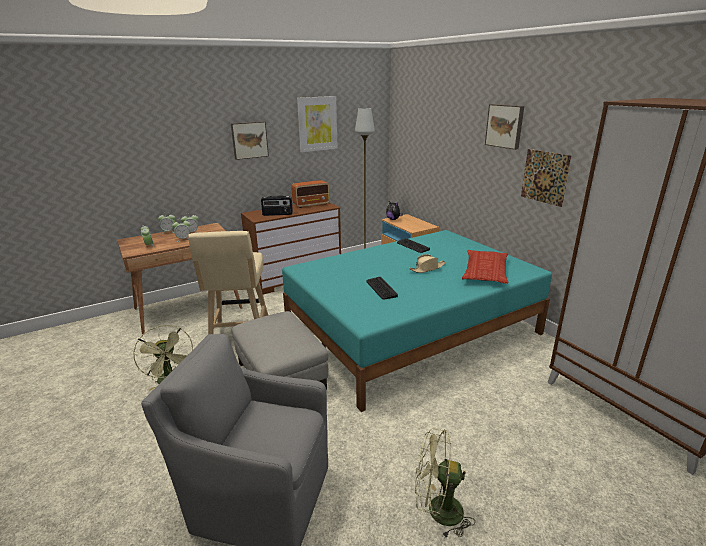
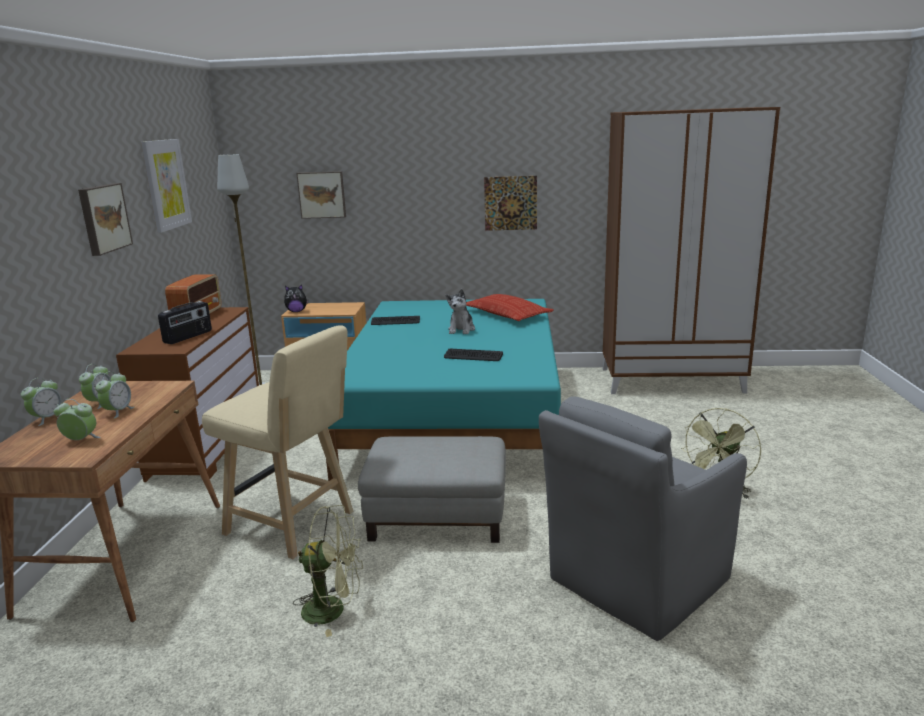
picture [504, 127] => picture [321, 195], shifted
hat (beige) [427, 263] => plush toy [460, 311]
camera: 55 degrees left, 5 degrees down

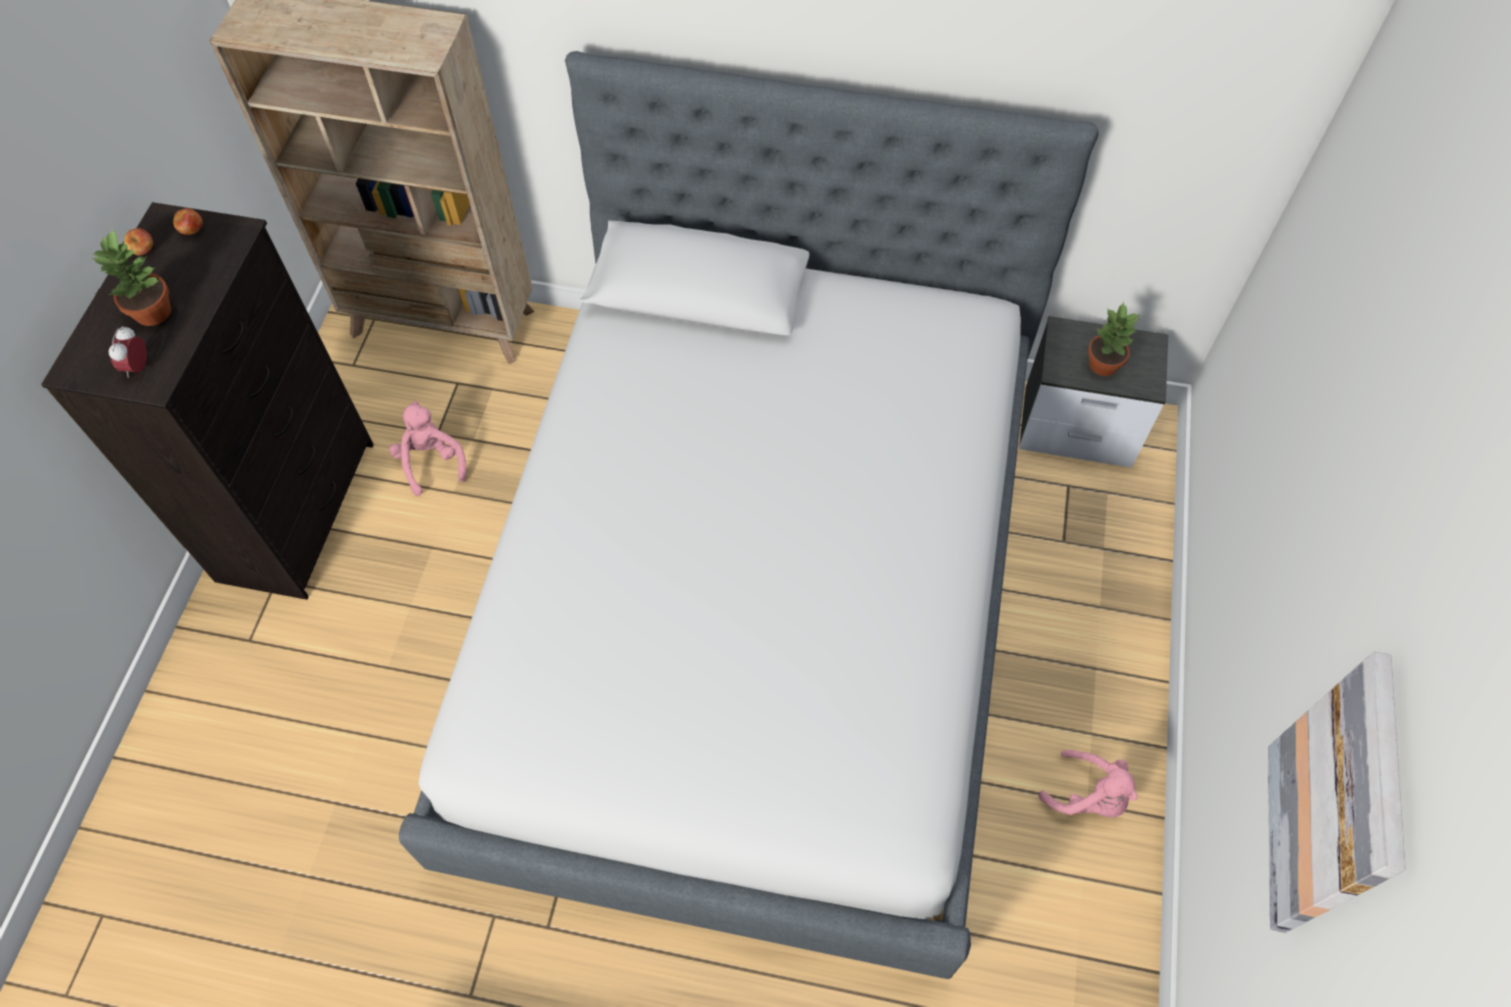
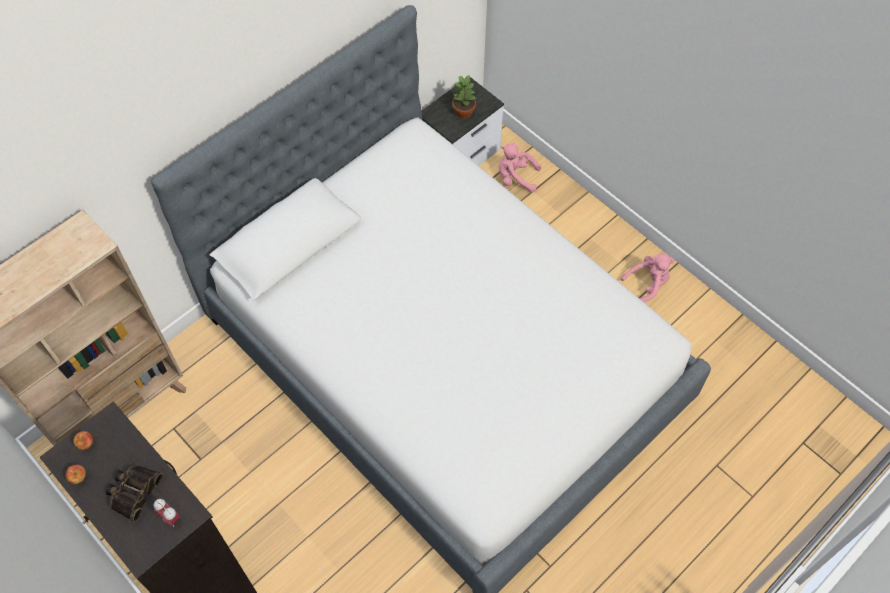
potted plant [131, 277] => binoculars [134, 493]
plush toy (pink) [427, 448] => plush toy (pink) [520, 167], shifted
picture [1336, 792] => nothing
camera: 55 degrees left, 0 degrees up

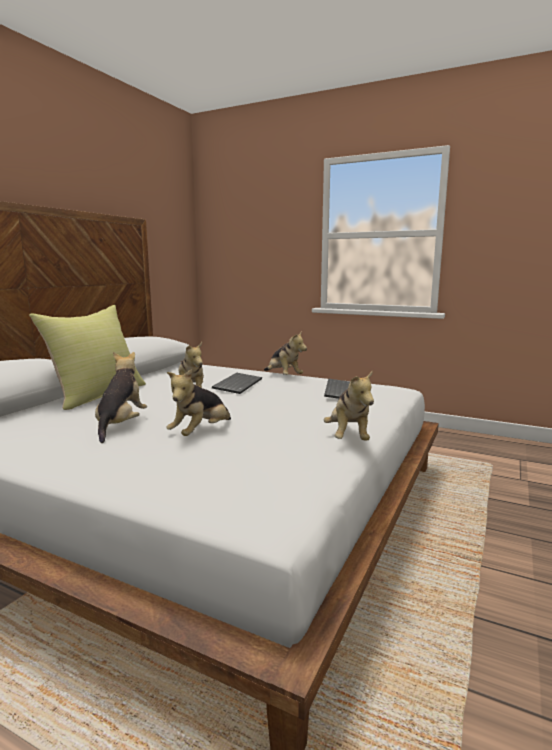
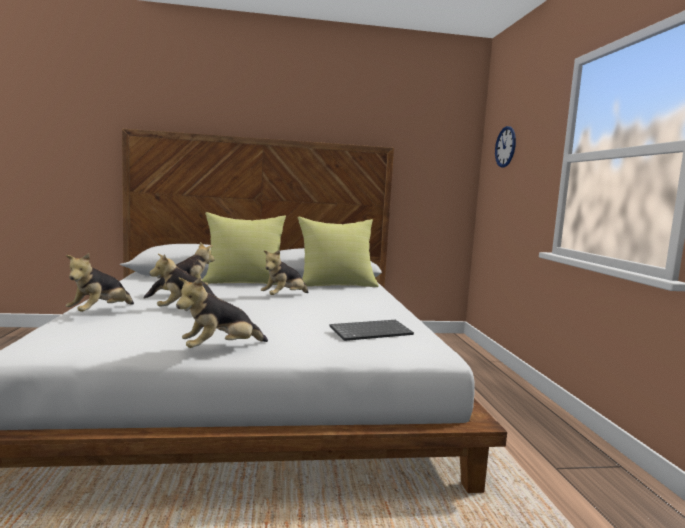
plush toy [285, 353] => plush toy [100, 282], shifted
nothing => pillow (yellow) [338, 252]
nothing => wall clock [505, 147]
keyboard [237, 383] => nothing
camera: 55 degrees right, 5 degrees down

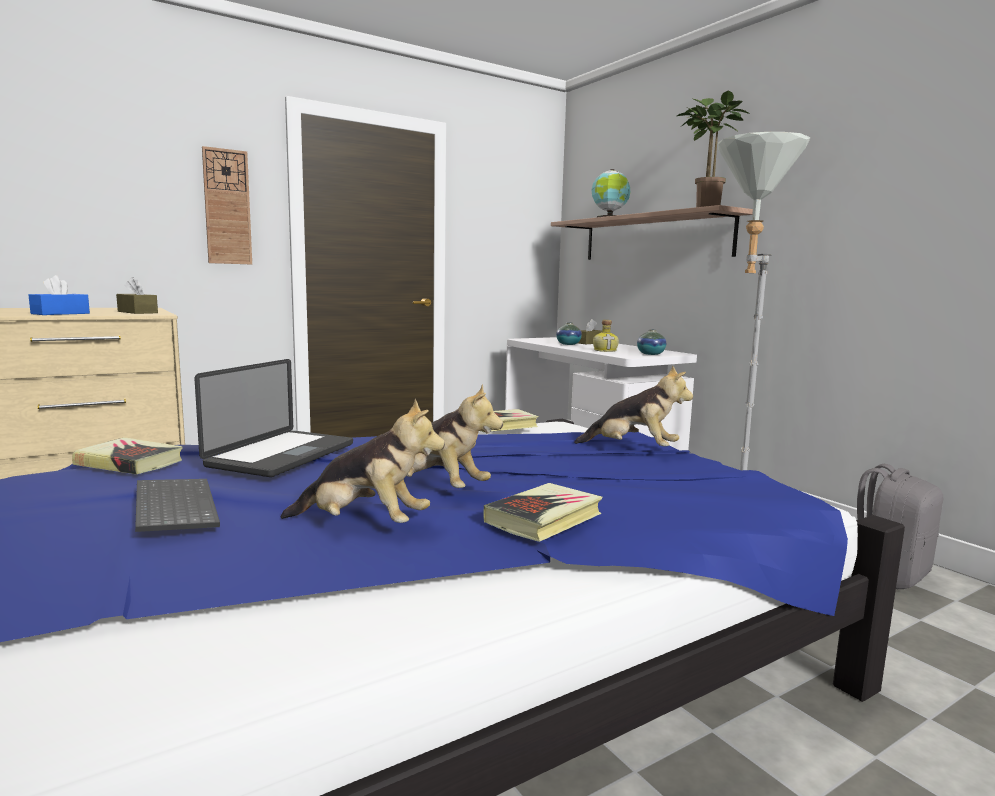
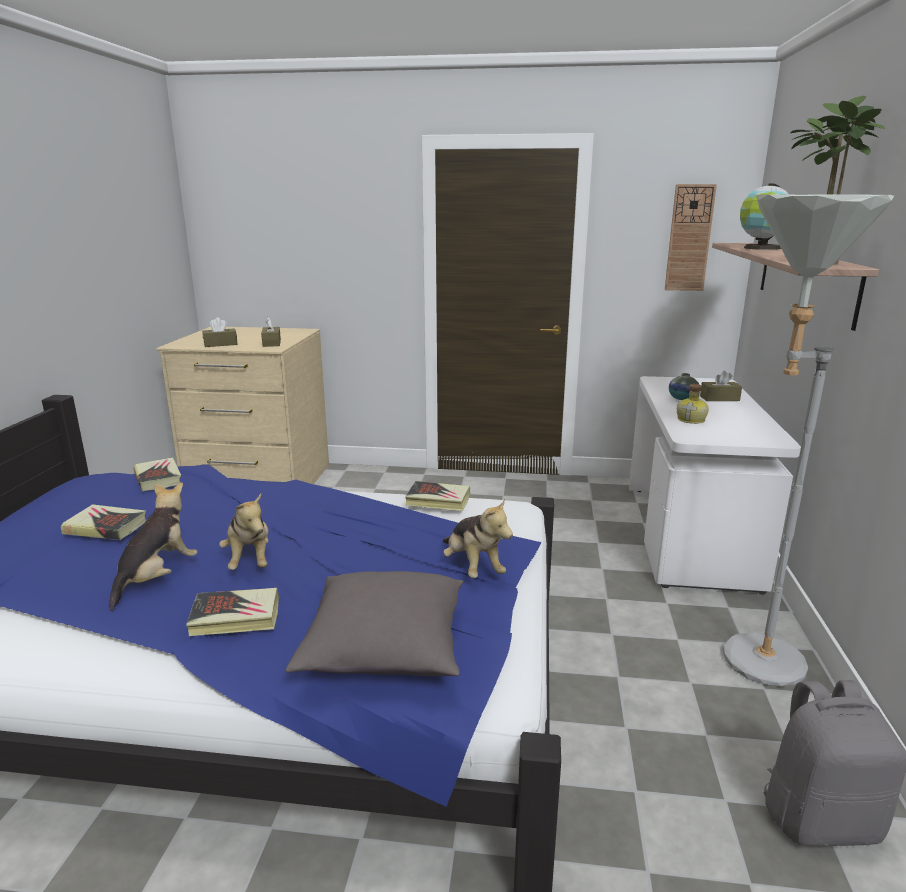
keyboard [177, 505] => book [103, 522]
plush toy [362, 461] => plush toy [153, 547], 120 degrees counterclockwise
tissue box (blue) [59, 295] => tissue box (brown) [220, 332]
nothing => pillow (grey) [374, 623]
wall clock [227, 205] => wall clock [691, 237], shifted
laptop [273, 418] => nothing
vase [651, 342] => nothing
camera: 40 degrees right, 10 degrees up

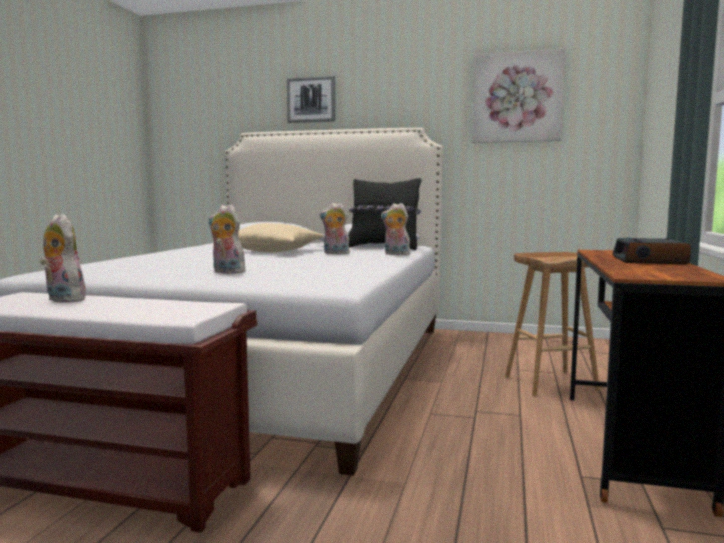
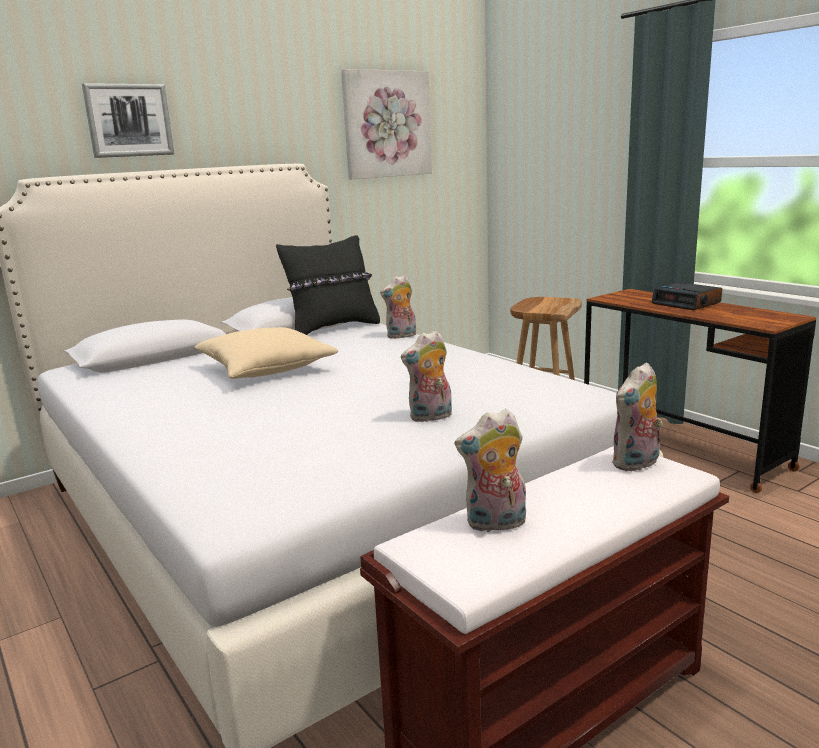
plush toy [334, 228] => plush toy [637, 417], shifted
camera: 50 degrees left, 10 degrees up

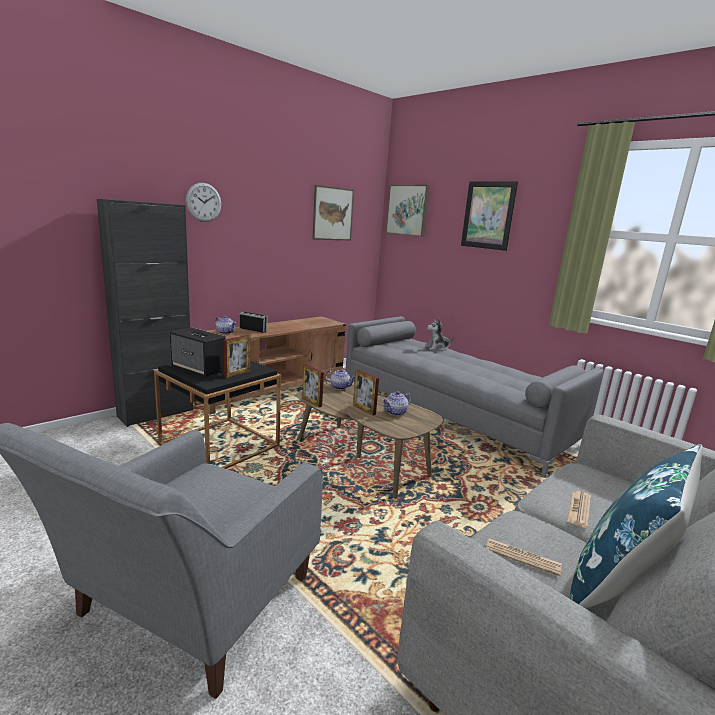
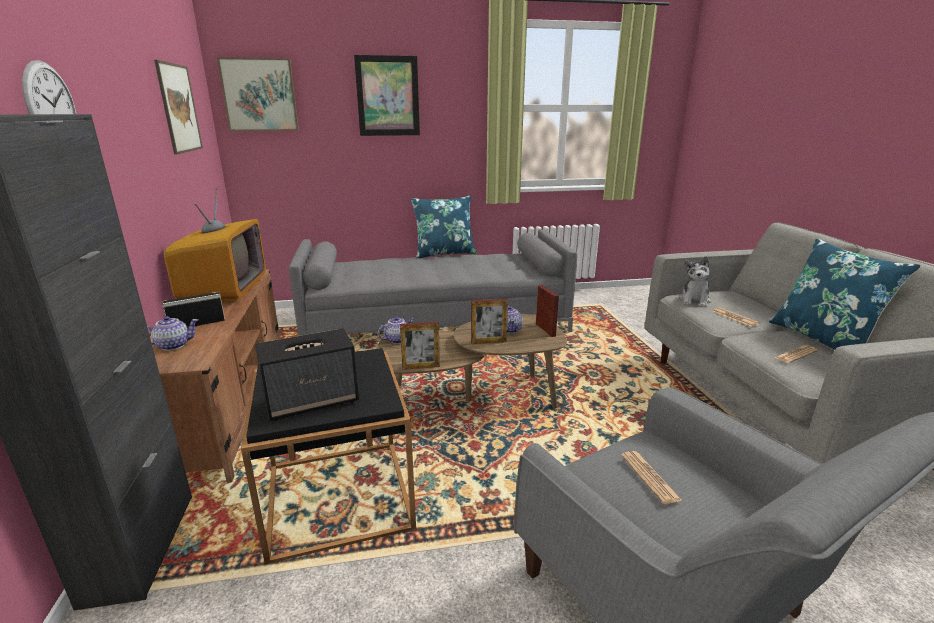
nothing => television [215, 245]
nothing => pillow (blue) [444, 226]
picture frame [237, 356] => picture frame [547, 311], shifted
nothing => newspaper [652, 477]
plush toy [439, 335] => plush toy [695, 281], shifted
camera: 55 degrees left, 5 degrees up

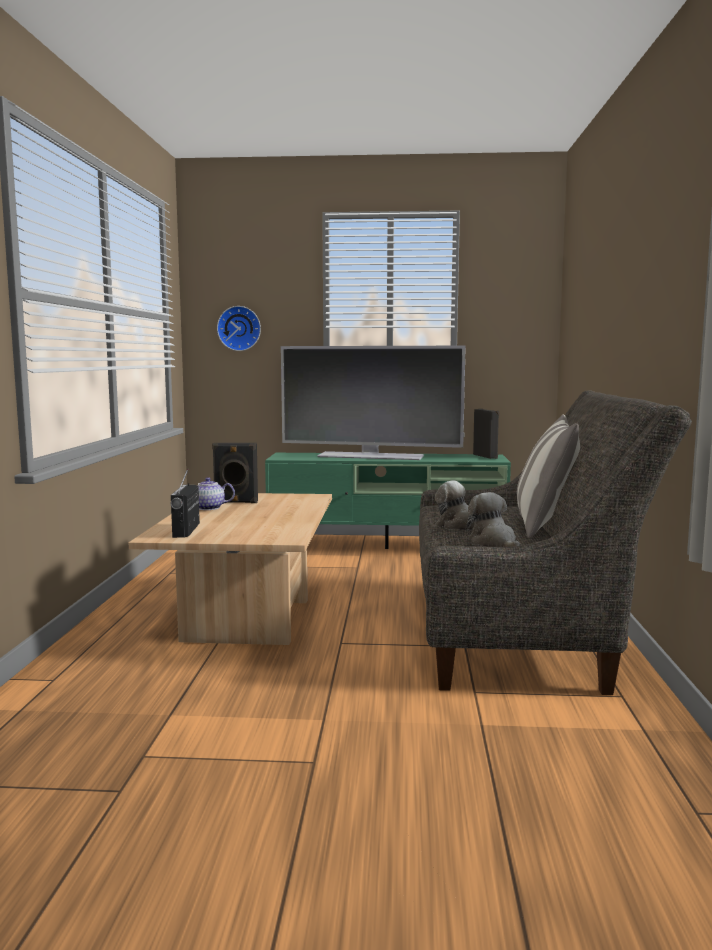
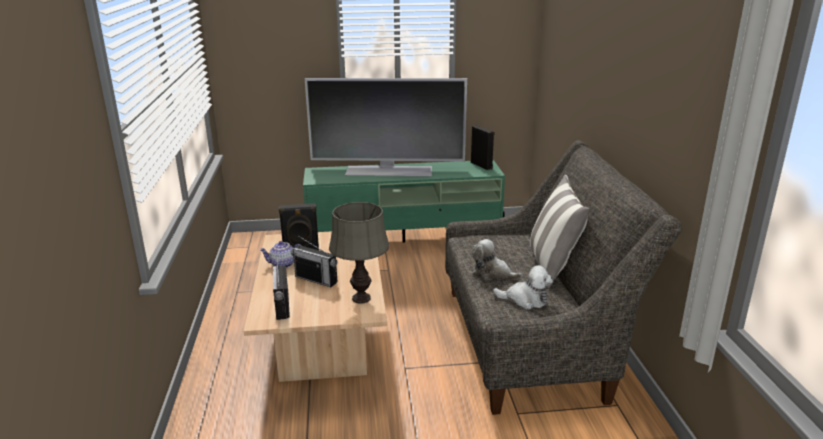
nothing => radio [314, 261]
nothing => table lamp (grey) [359, 253]
plush toy [493, 519] => plush toy [523, 287], 135 degrees clockwise
wall clock [239, 328] => nothing
camera: 10 degrees left, 15 degrees up

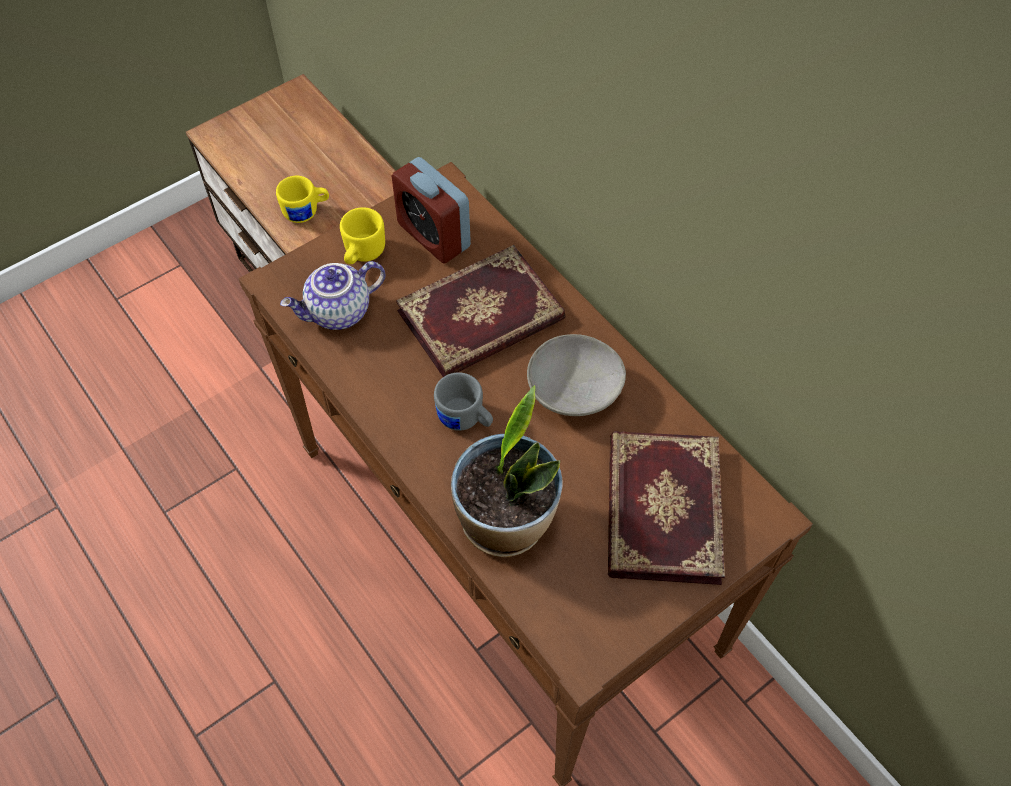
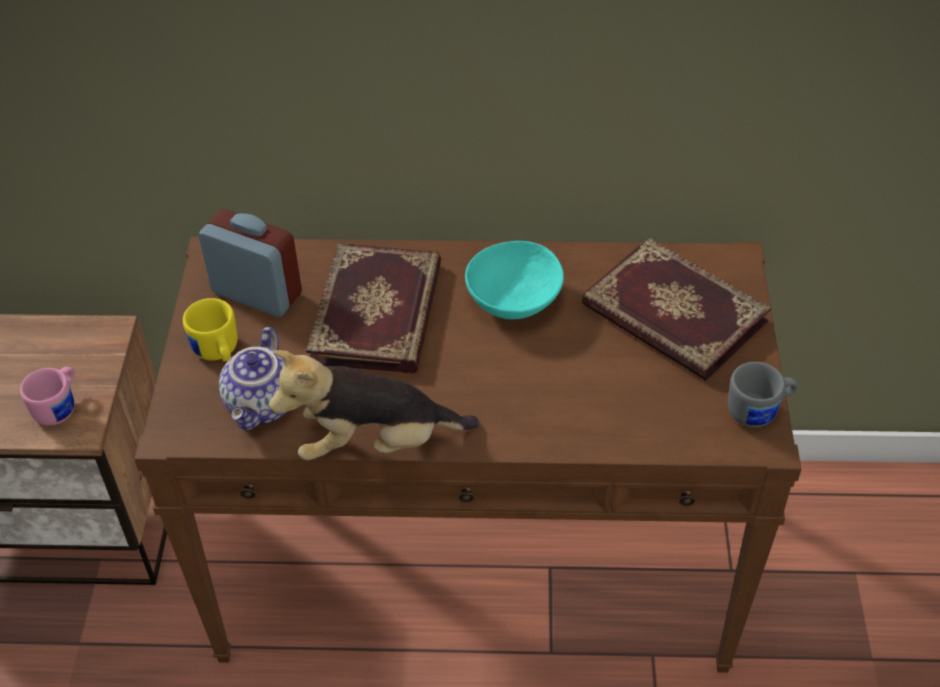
mug (yellow) [302, 199] => mug (pink) [47, 396]
alarm clock [431, 210] => alarm clock [250, 263], 150 degrees counterclockwise
nothing => plush toy [374, 405]
bowl (grey) [576, 375] => bowl (turquoise) [514, 280]
mug (grey) [463, 402] => mug (grey) [763, 394], shifted
potted plant [507, 471] => nothing
camera: 50 degrees left, 10 degrees down

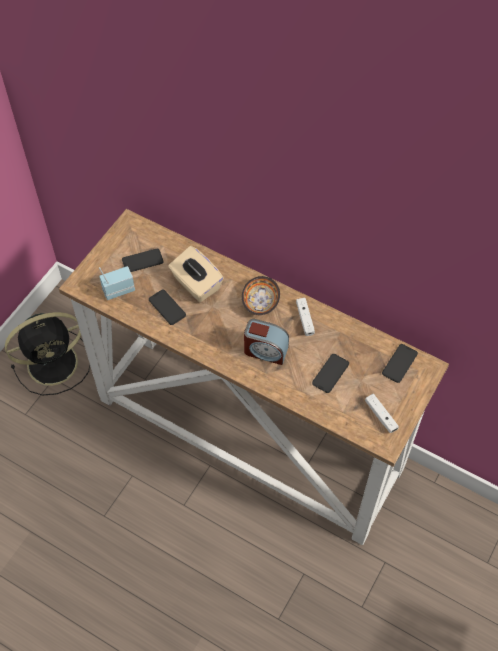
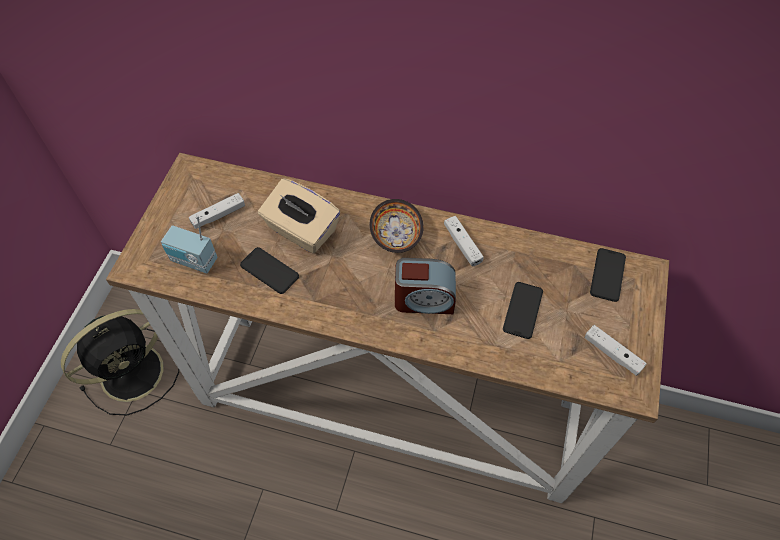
radio [117, 283] => radio [189, 244], 120 degrees counterclockwise
phone [142, 260] => game controller (white) [217, 211]
camera: 15 degrees left, 0 degrees up

